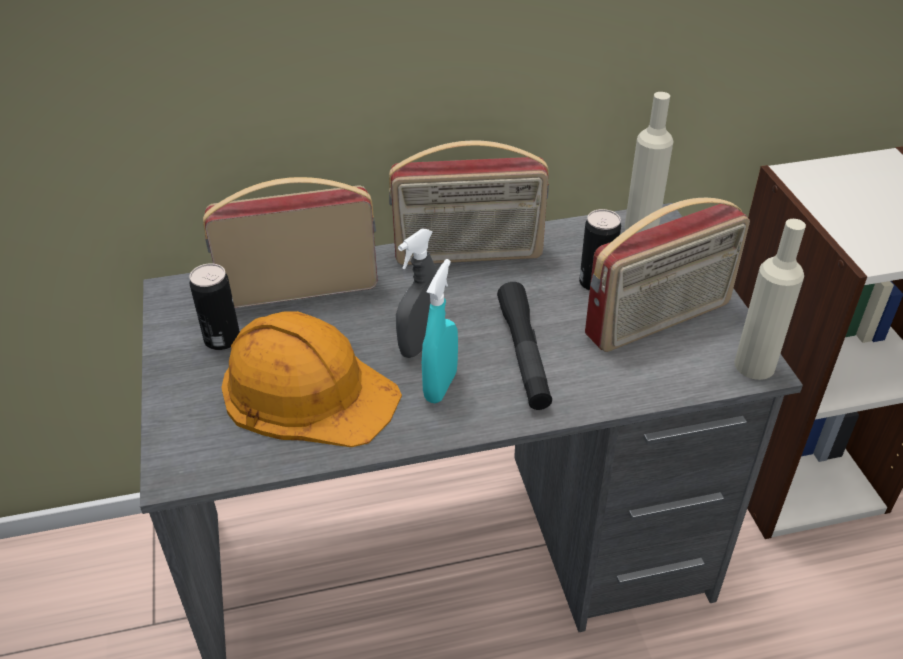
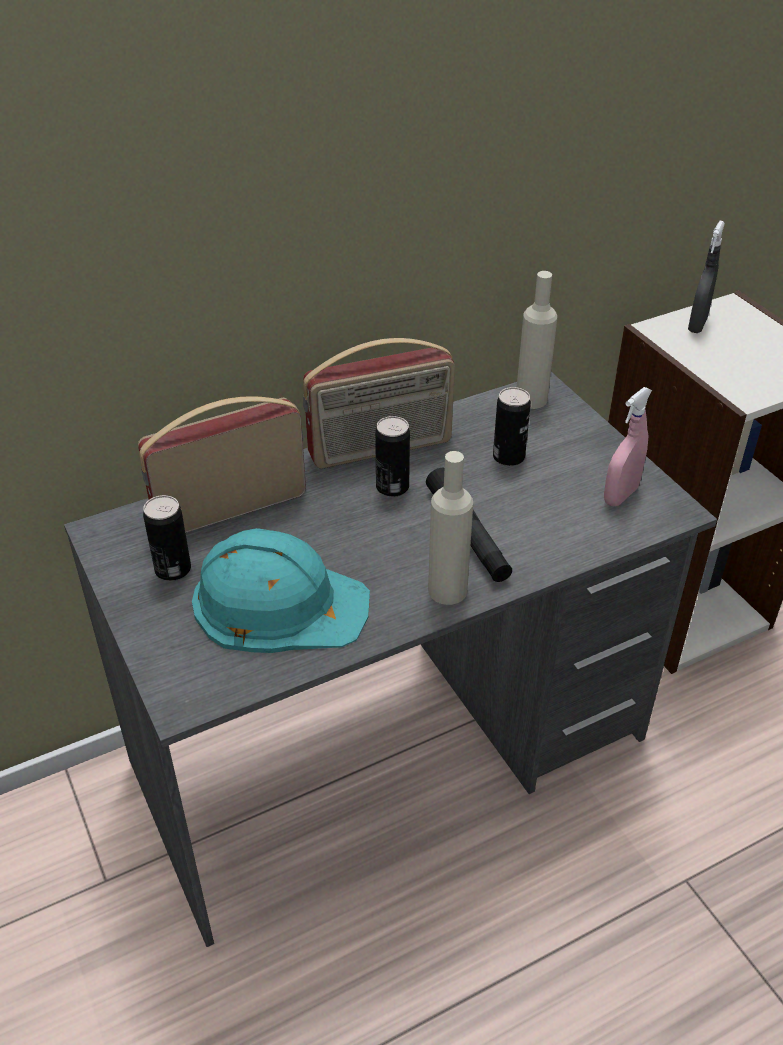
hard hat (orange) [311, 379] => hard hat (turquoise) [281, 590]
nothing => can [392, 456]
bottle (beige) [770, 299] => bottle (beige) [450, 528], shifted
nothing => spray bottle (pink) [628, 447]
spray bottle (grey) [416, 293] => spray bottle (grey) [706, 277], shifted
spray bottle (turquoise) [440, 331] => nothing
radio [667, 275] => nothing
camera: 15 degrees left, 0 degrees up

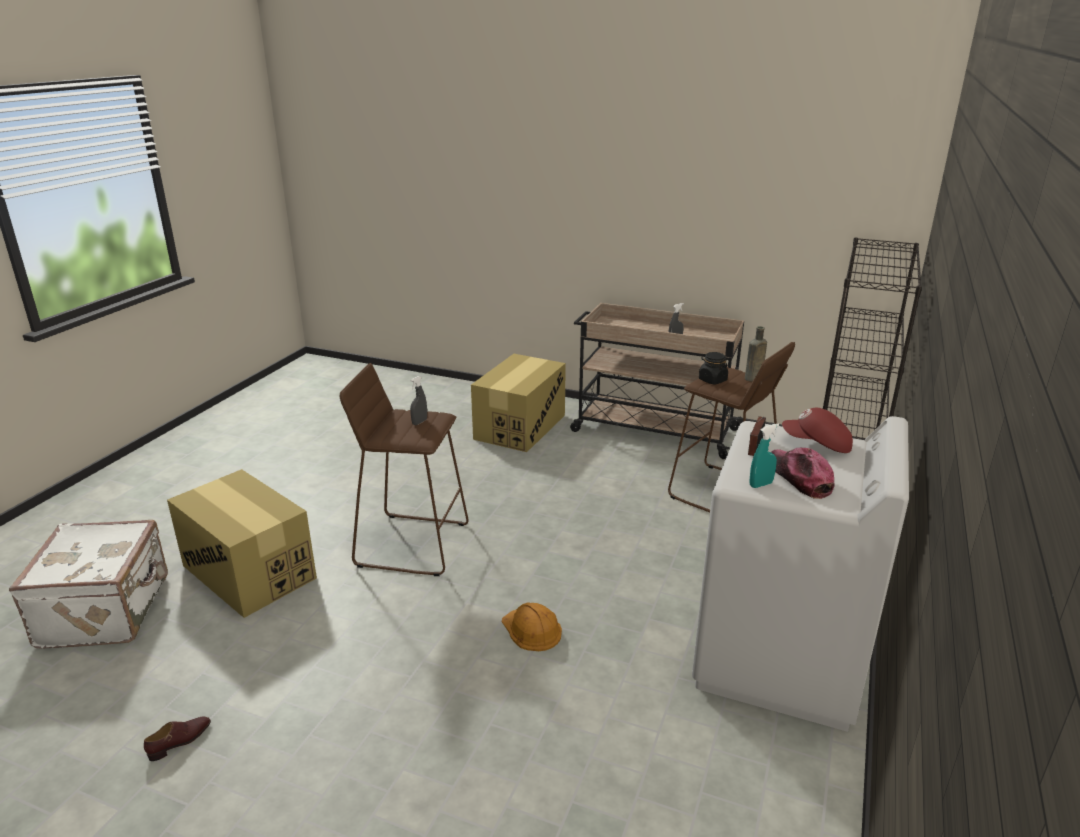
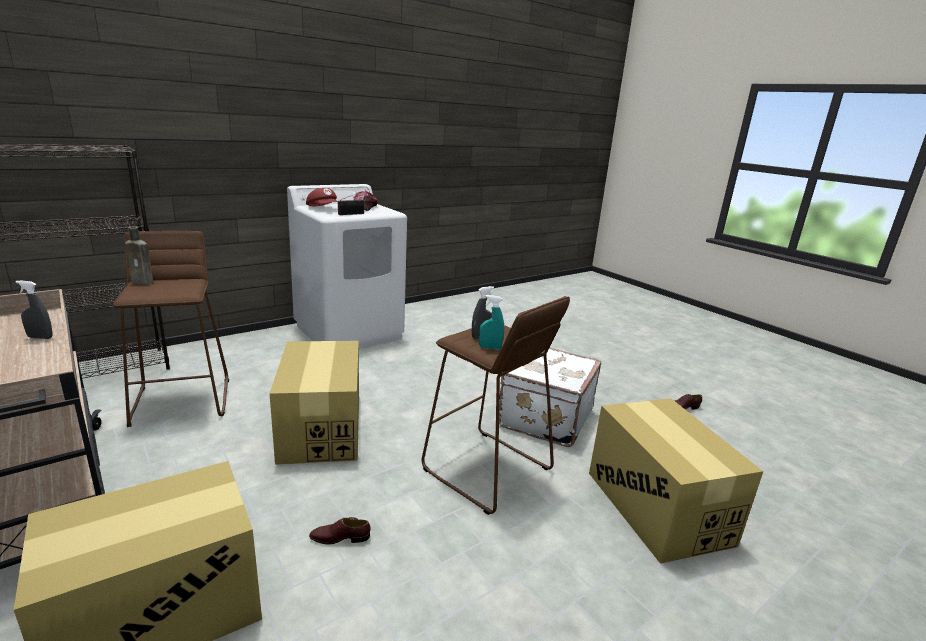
nothing => cardboard box [314, 402]
nothing => shoe (brown) [340, 531]
spray bottle (turquoise) [764, 456] => spray bottle (turquoise) [491, 322], shifted
suitcase (white) [88, 584] => suitcase (white) [550, 397], shifted
hard hat (orange) [532, 626] => nothing
jar (black) [713, 368] => nothing
camera: 150 degrees left, 5 degrees down

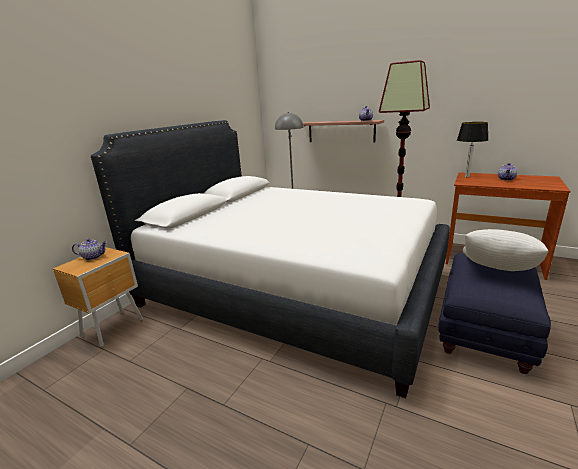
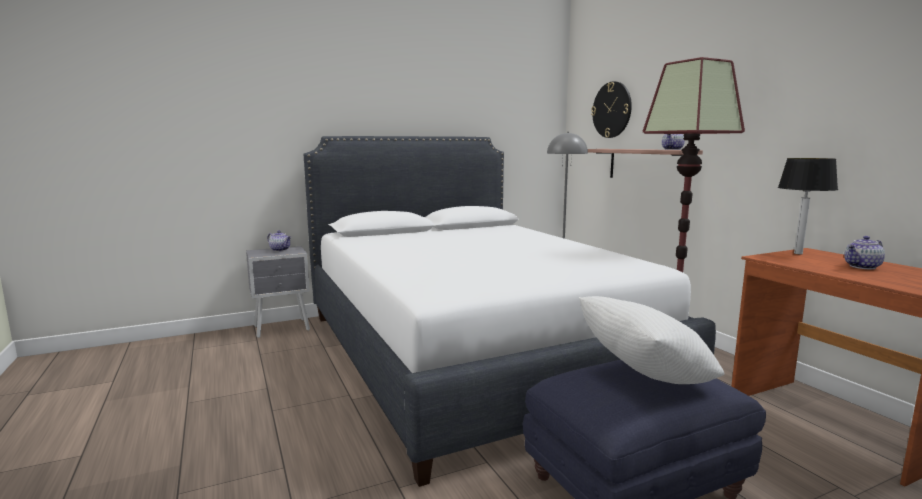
nightstand (brown) [98, 297] => nightstand (grey) [278, 292]
nothing => wall clock [611, 109]
camera: 35 degrees right, 10 degrees down

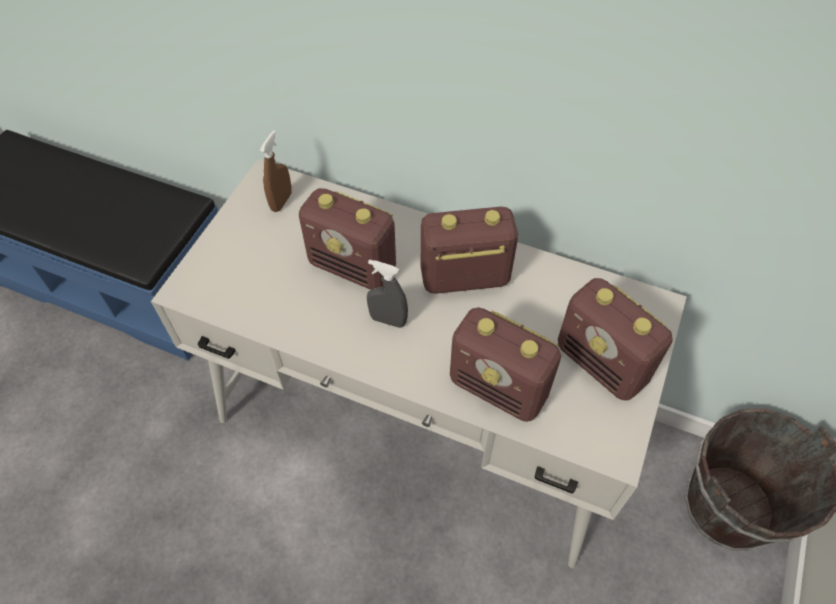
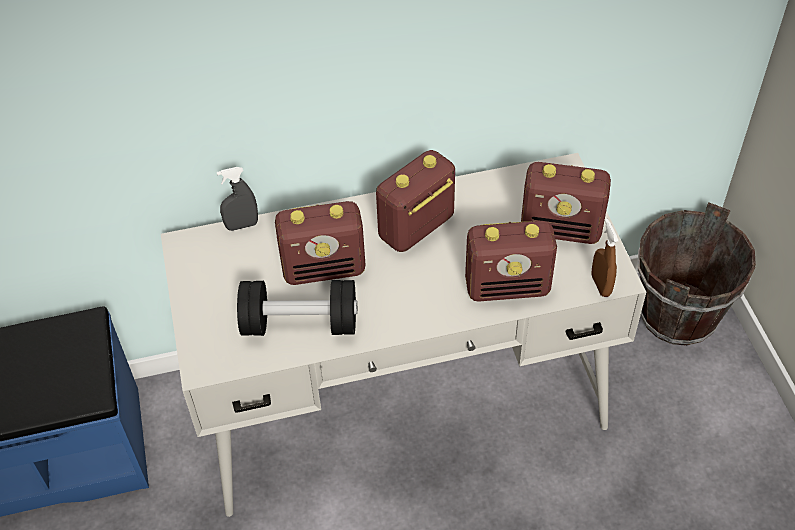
spray bottle (grey) [387, 293] => spray bottle (grey) [237, 199], shifted
nothing => dumbbell (black) [297, 308]
spray bottle (brown) [276, 171] => spray bottle (brown) [605, 258], shifted
camera: 35 degrees left, 5 degrees down

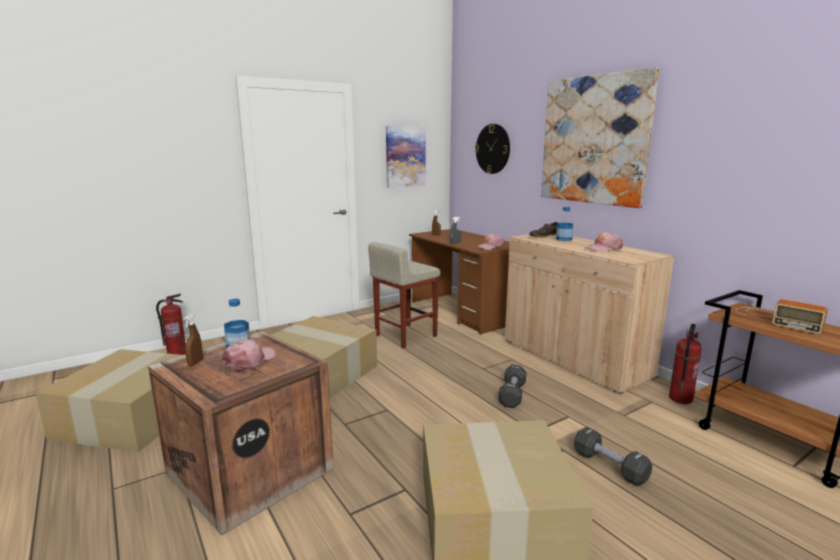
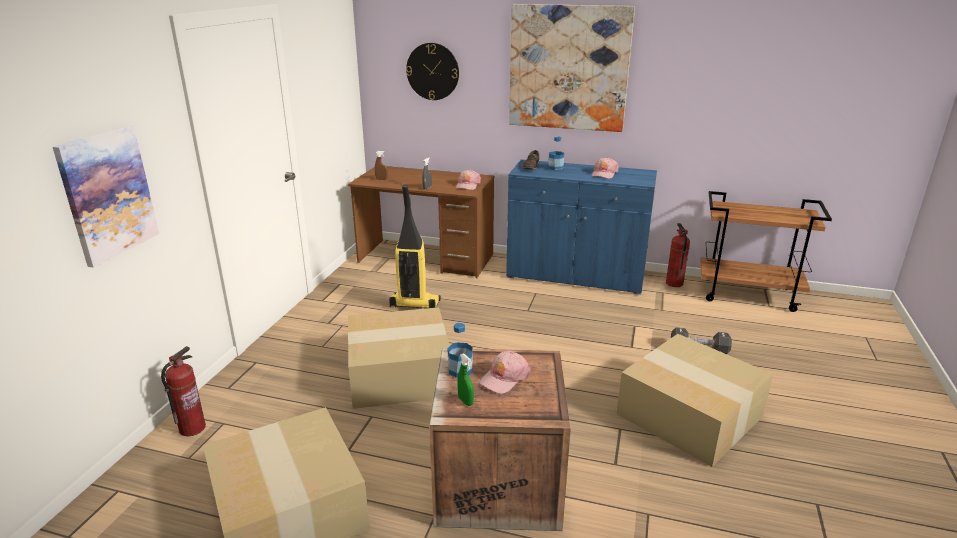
picture [406, 157] => picture [106, 196], shifted
stool (beige) [404, 295] => vacuum cleaner [415, 246]
spray bottle (brown) [193, 340] => spray bottle (green) [465, 379]
cap (pink) [249, 355] => cap (pink) [505, 372], 120 degrees counterclockwise
cabinet (beige) [589, 314] => cabinet (blue) [581, 227]
dumbbell (black) [512, 386] => nothing
radio [782, 316] => nothing
camera: 40 degrees left, 10 degrees up

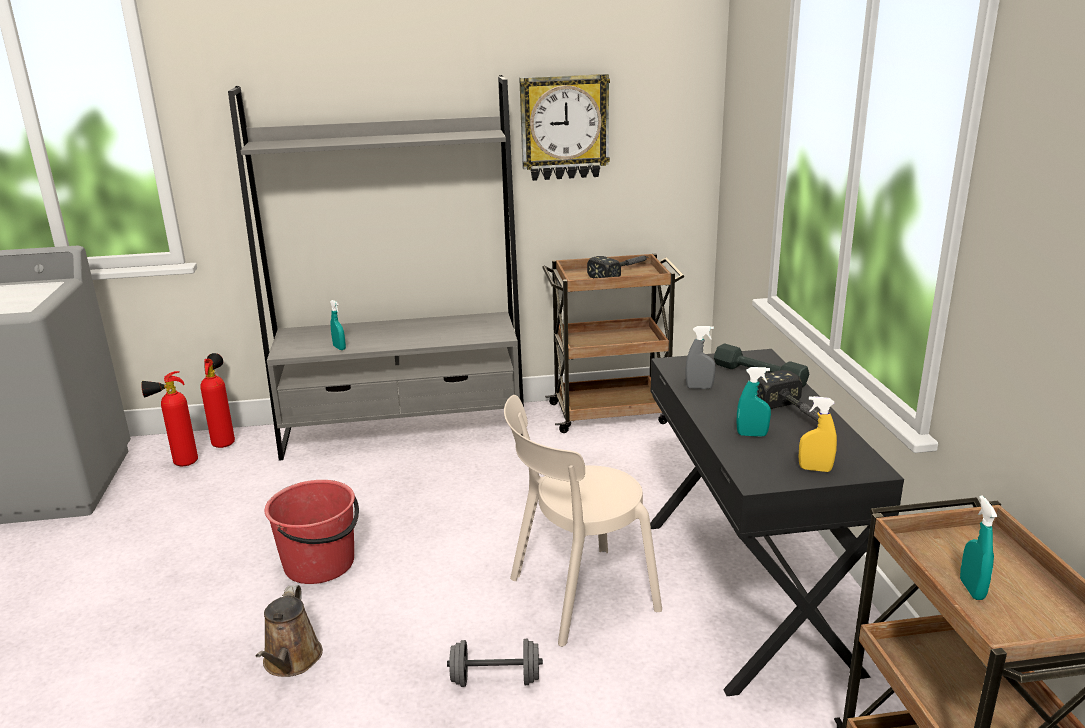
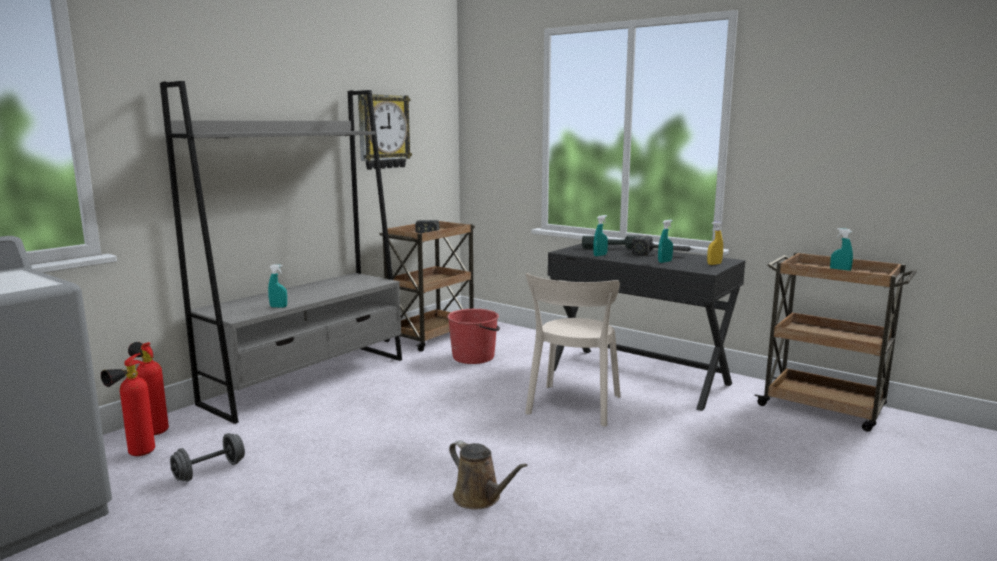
dumbbell (grey) [495, 663] => dumbbell (grey) [207, 457], shifted
bucket (red) [312, 532] => bucket (red) [473, 336], shifted
spray bottle (grey) [700, 357] => spray bottle (turquoise) [600, 235]
camera: 45 degrees left, 10 degrees down

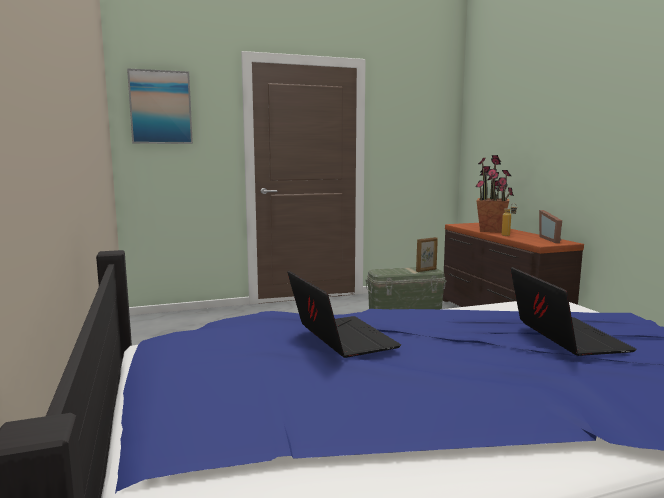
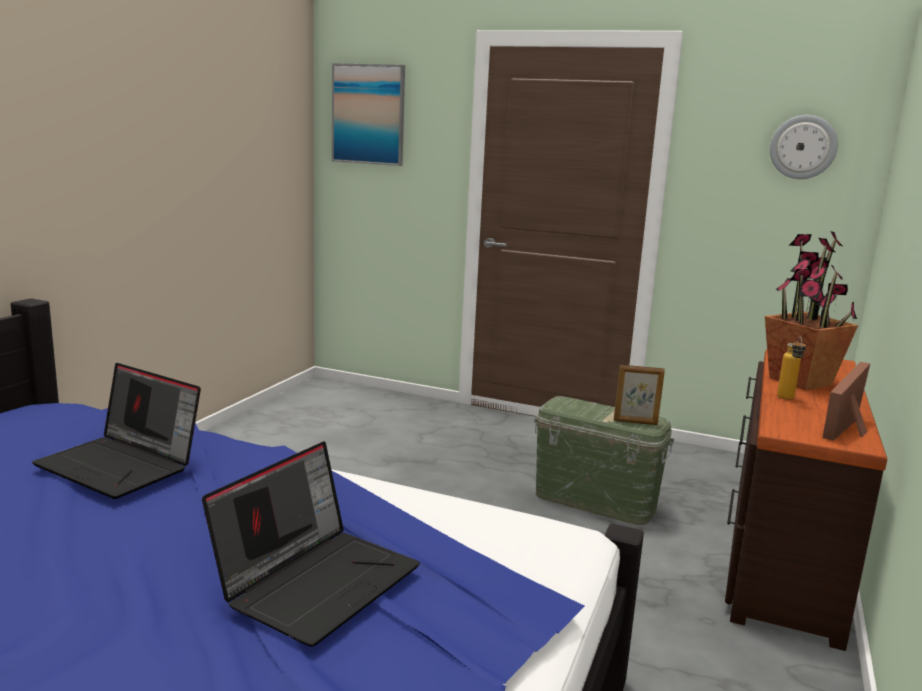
laptop [344, 314] => laptop [116, 431], 105 degrees clockwise
nothing => wall clock [804, 147]
camera: 40 degrees right, 5 degrees up

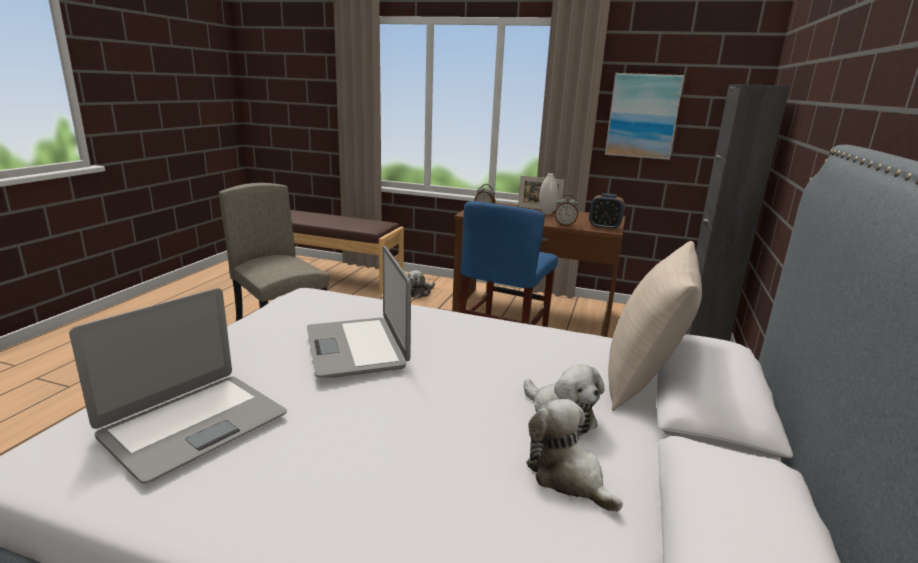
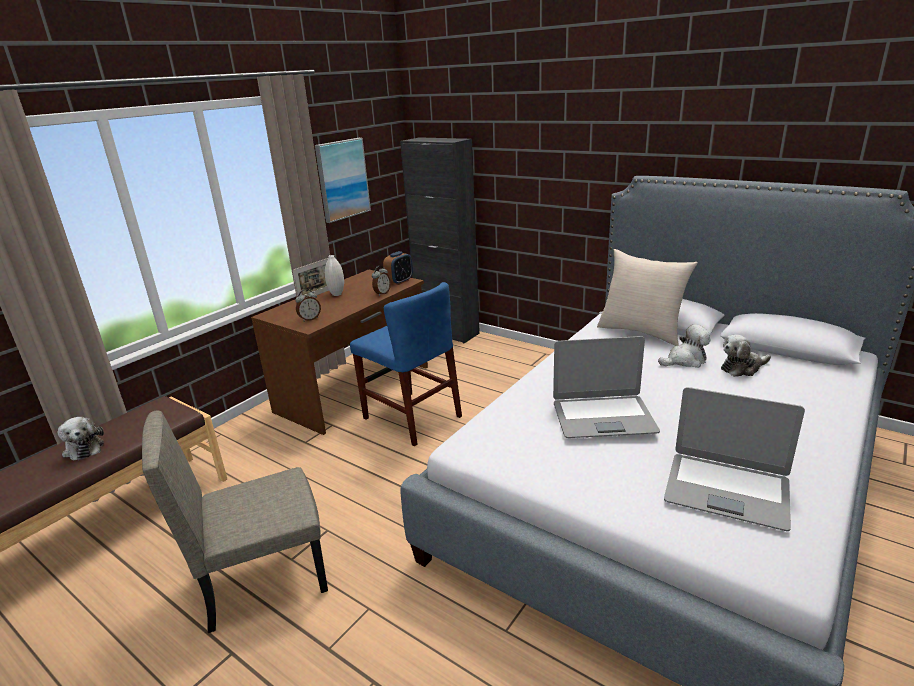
plush toy [421, 284] => plush toy [80, 438], shifted
laptop [178, 386] => laptop [734, 459], 150 degrees clockwise
camera: 70 degrees left, 5 degrees up

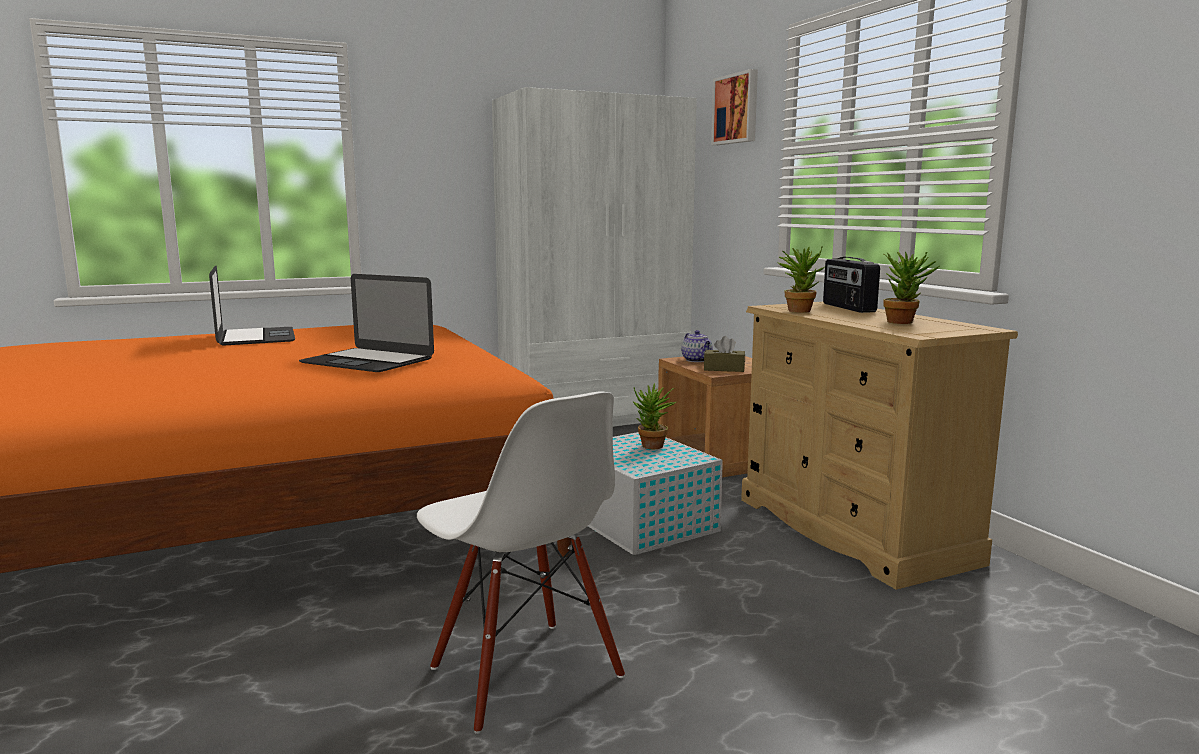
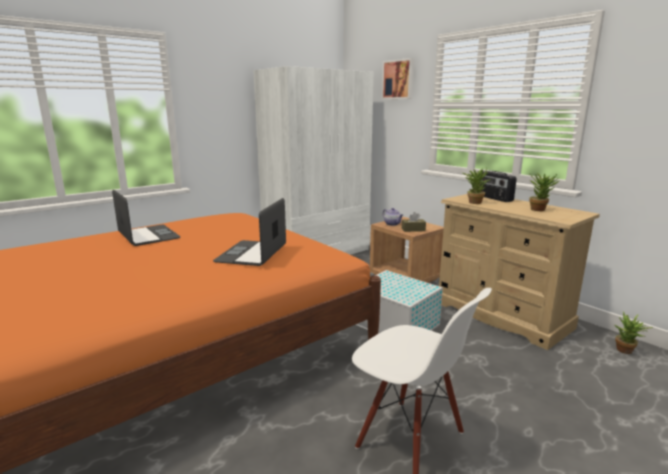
laptop [366, 323] => laptop [249, 232], 90 degrees clockwise
potted plant [654, 416] => potted plant [634, 332], shifted
camera: 15 degrees left, 5 degrees up

